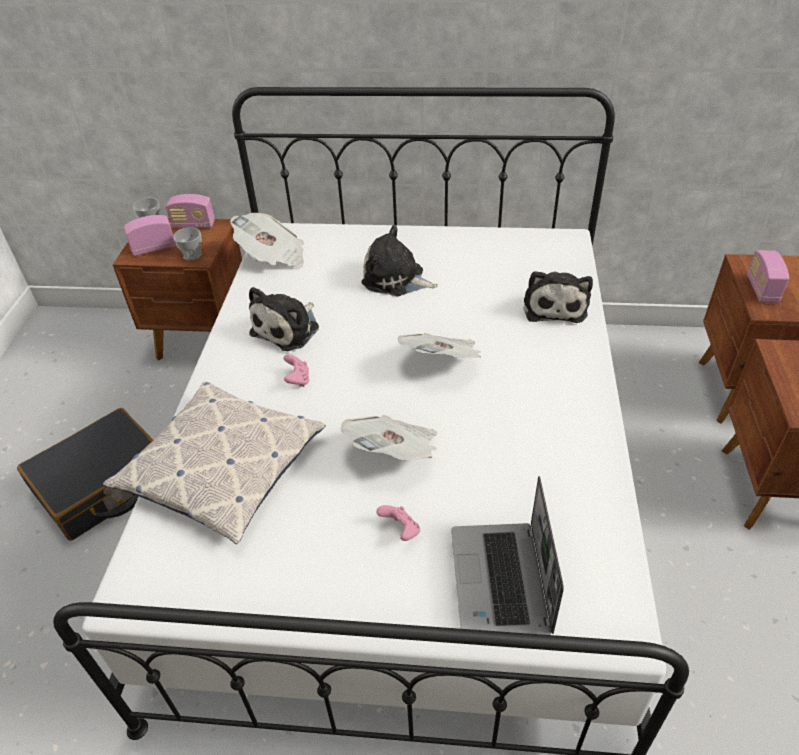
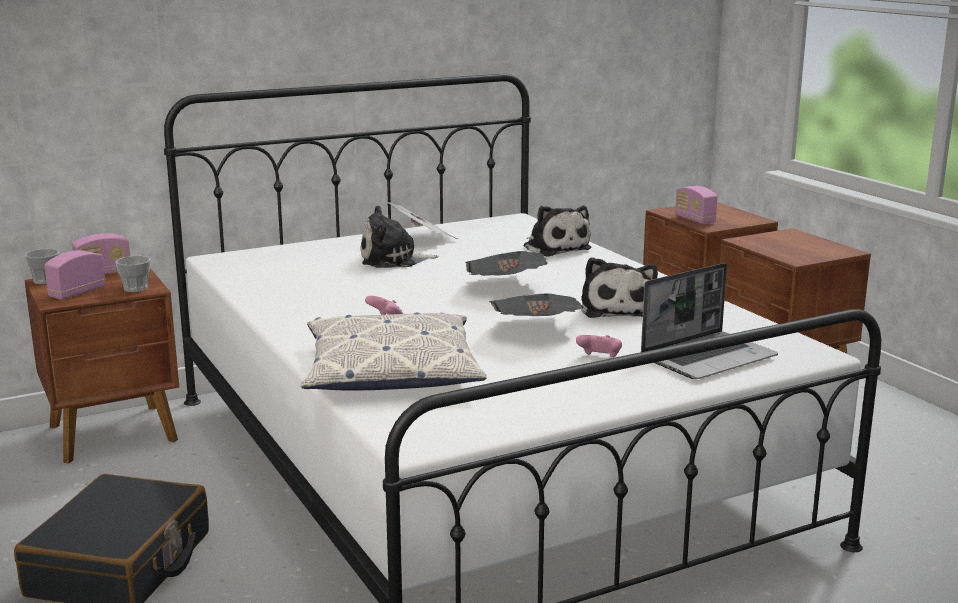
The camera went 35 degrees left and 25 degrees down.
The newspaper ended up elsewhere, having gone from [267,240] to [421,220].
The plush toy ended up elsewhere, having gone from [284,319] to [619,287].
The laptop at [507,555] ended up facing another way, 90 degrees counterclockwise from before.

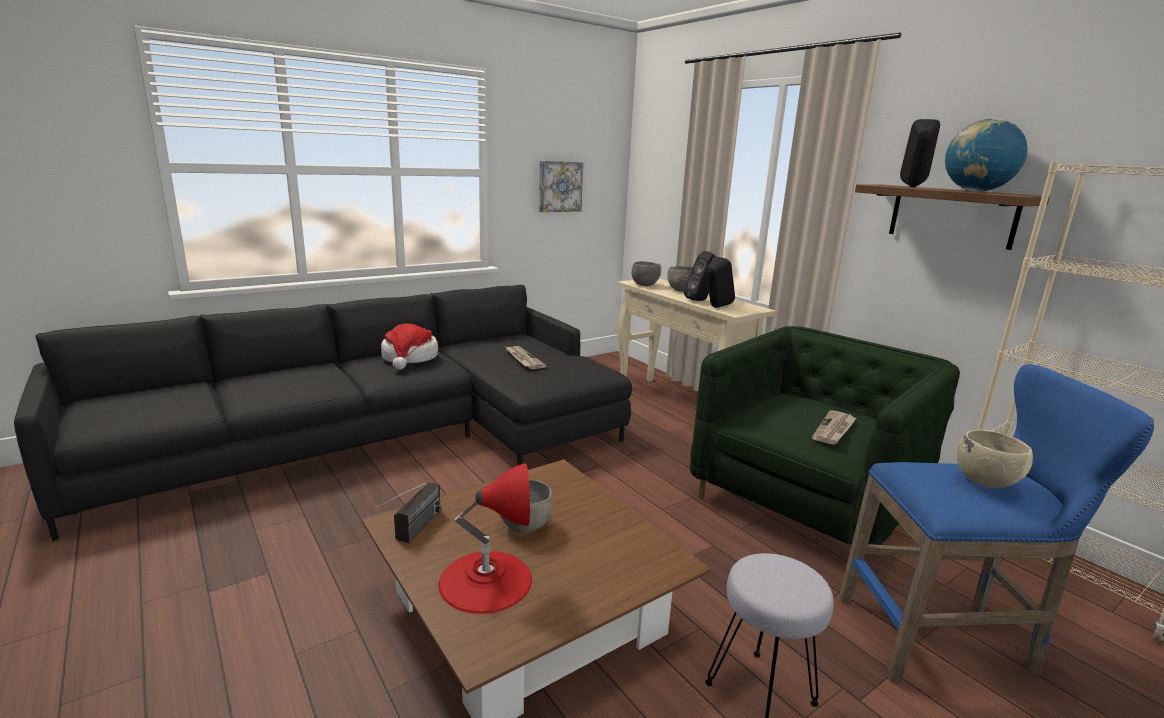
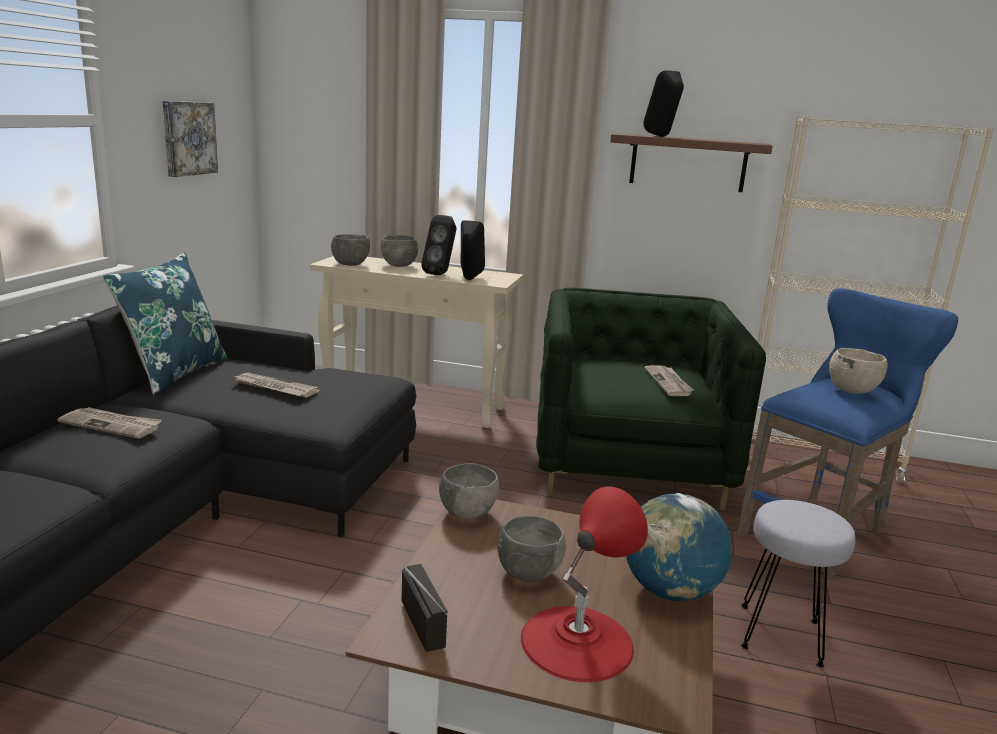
The camera went 40 degrees left and 0 degrees up.
Where the hat stood at [409,346], the newspaper came to stand at [110,423].
The second view gained the blue pillow at [164,324].
The second view gained the grey bowl at [469,491].
The globe ended up elsewhere, having gone from [986,155] to [679,547].

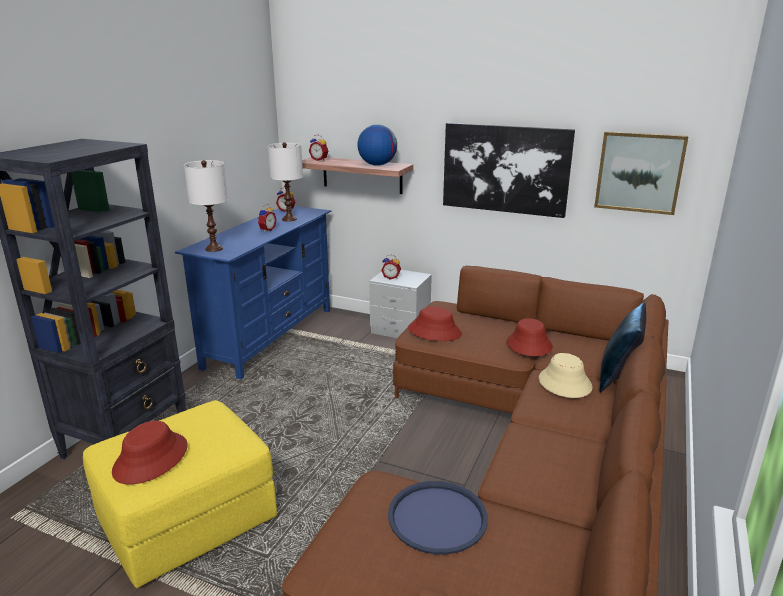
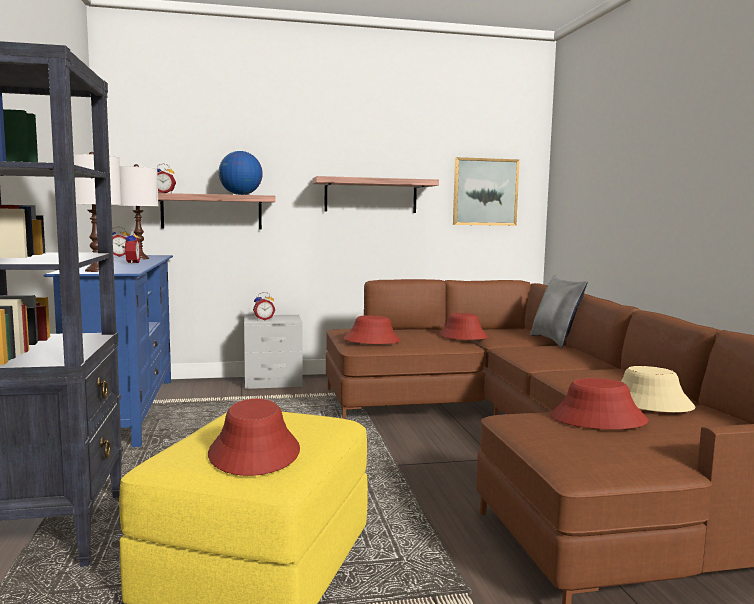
The camera went 35 degrees left and 15 degrees down.
Where the picture hung at [509,170], the shelf came to hang at [375,194].
What was the blue pillow at [622,348] turned into the grey pillow at [559,311].
Where the blue tray stood at [438,518], the red hat came to stand at [599,403].
The beige hat ended up elsewhere, having gone from [565,375] to [658,389].

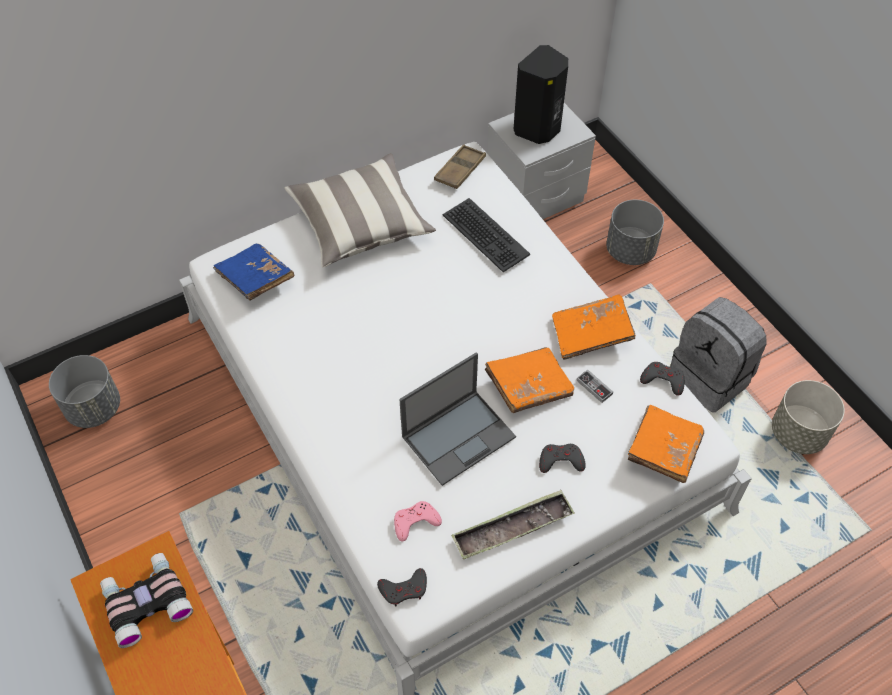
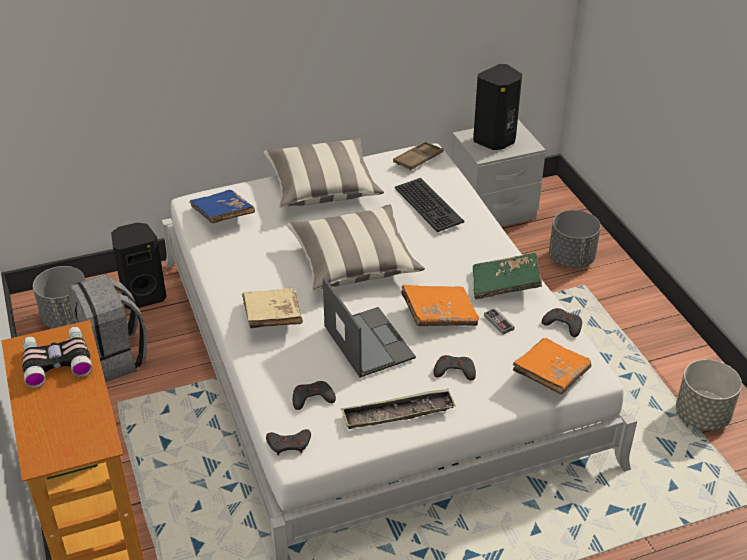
The camera went 10 degrees right and 15 degrees down.
The grey backpack ended up elsewhere, having gone from [718,354] to [107,328].
The second view gained the black speaker at [139,266].
The second view gained the beige book at [272,308].
The second view gained the pillow at [355,248].
What was the pink game controller at [418,521] turned into the grey game controller at [314,395].
The laptop at [457,419] ended up facing another way, 90 degrees counterclockwise from before.
What was the orange book at [594,327] turned into the green book at [507,276].

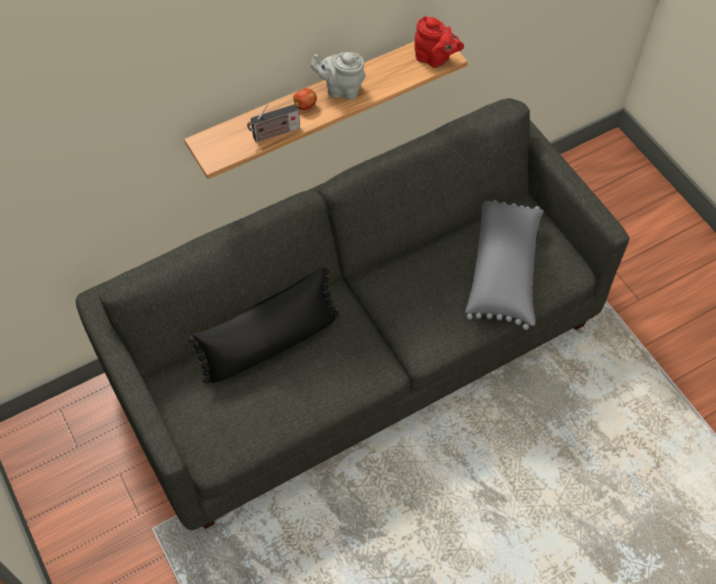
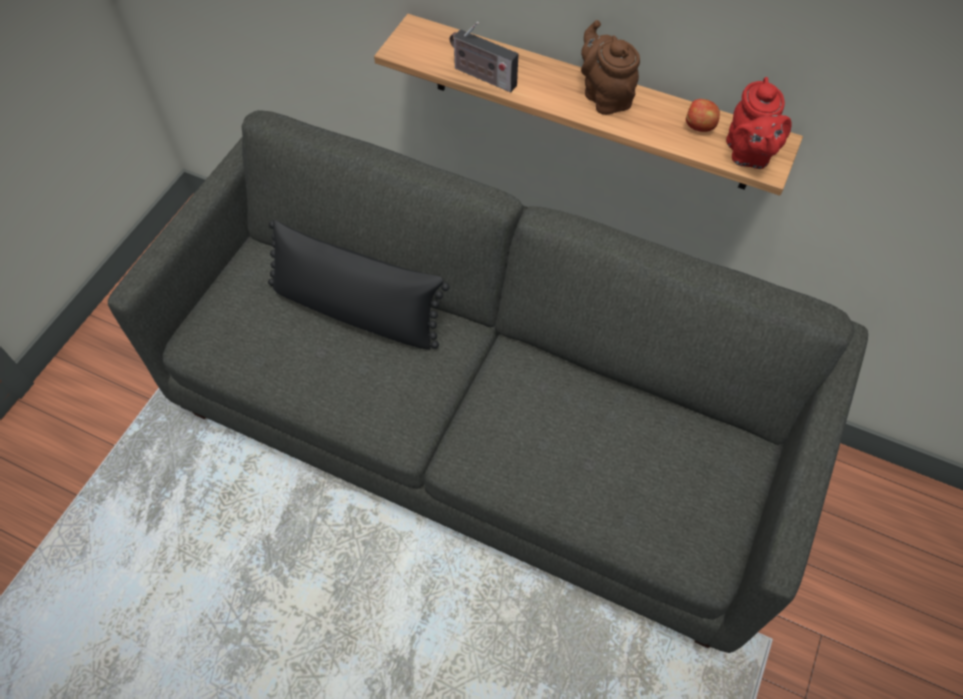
The camera went 55 degrees right and 0 degrees up.
What was the grey teapot at [338,76] turned into the brown teapot at [610,67].
The apple ended up elsewhere, having gone from [305,99] to [703,115].
The second view lost the grey pillow at [504,265].

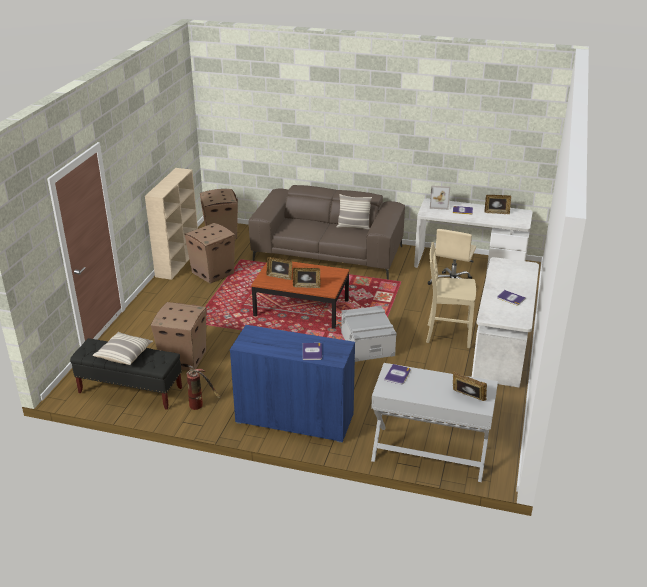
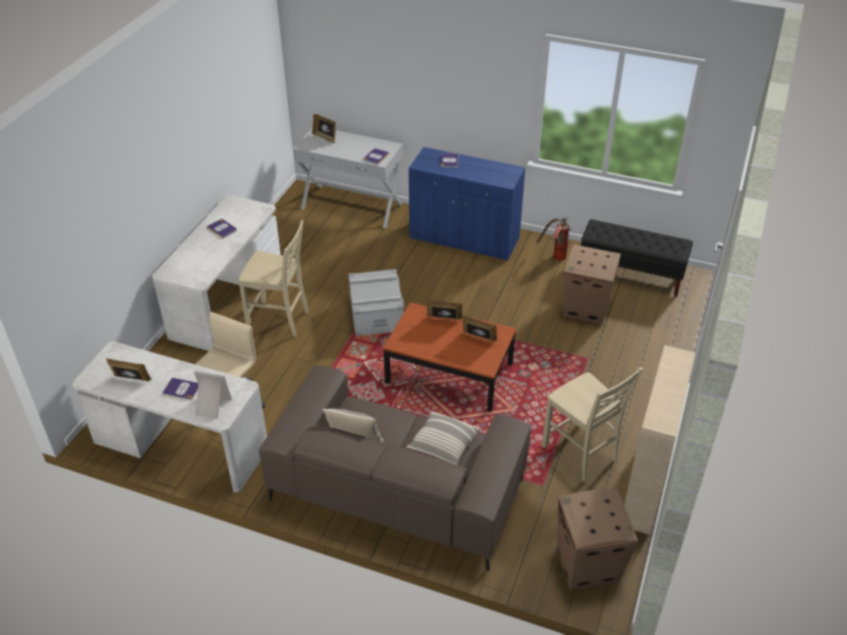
The camera went 175 degrees left and 10 degrees up.
The pillow ended up elsewhere, having gone from [123,348] to [444,438].
Where the cardboard box stood at [209,253], the beige chair came to stand at [592,424].

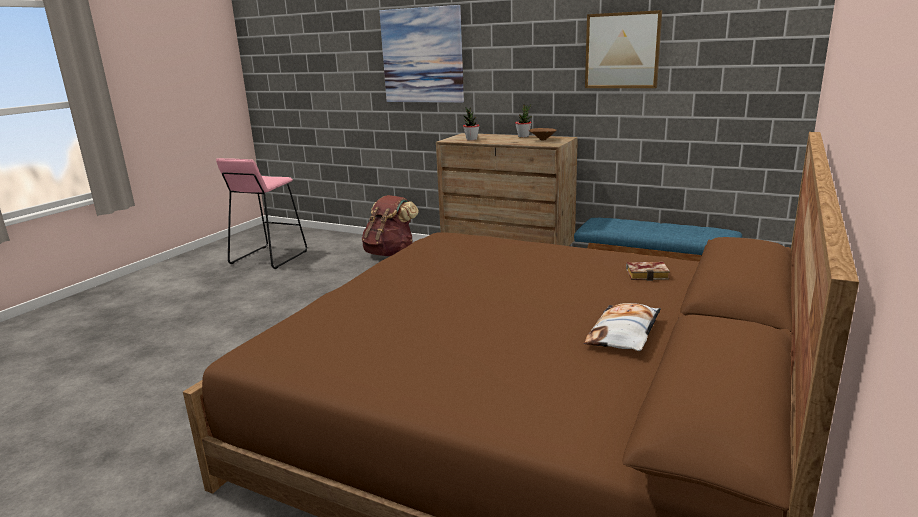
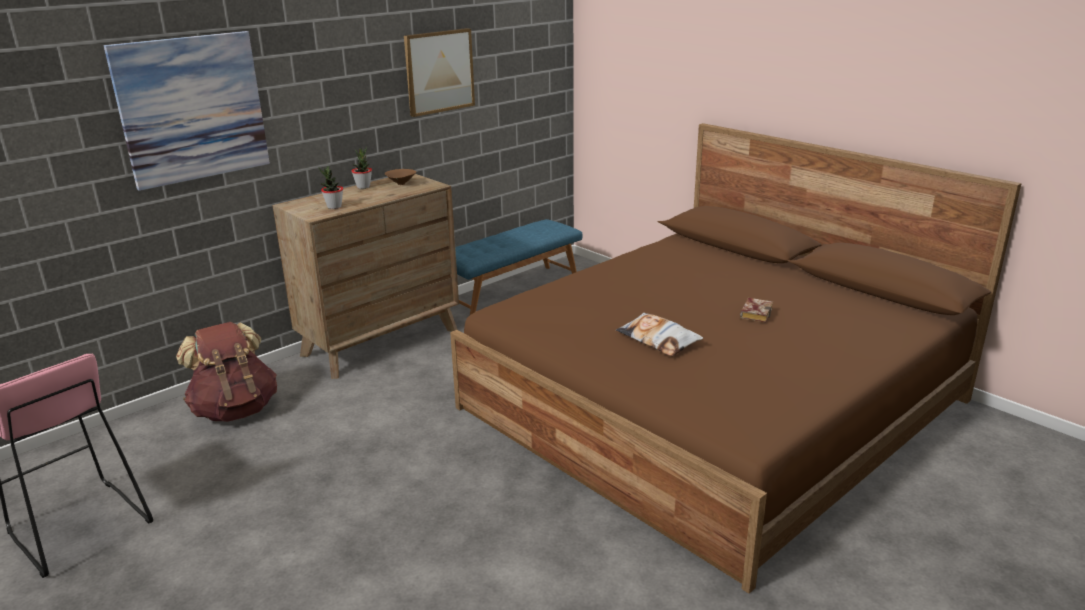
The camera went 70 degrees left and 5 degrees up.
The pillow ended up elsewhere, having gone from [622,327] to [659,334].
The book ended up elsewhere, having gone from [648,271] to [756,310].

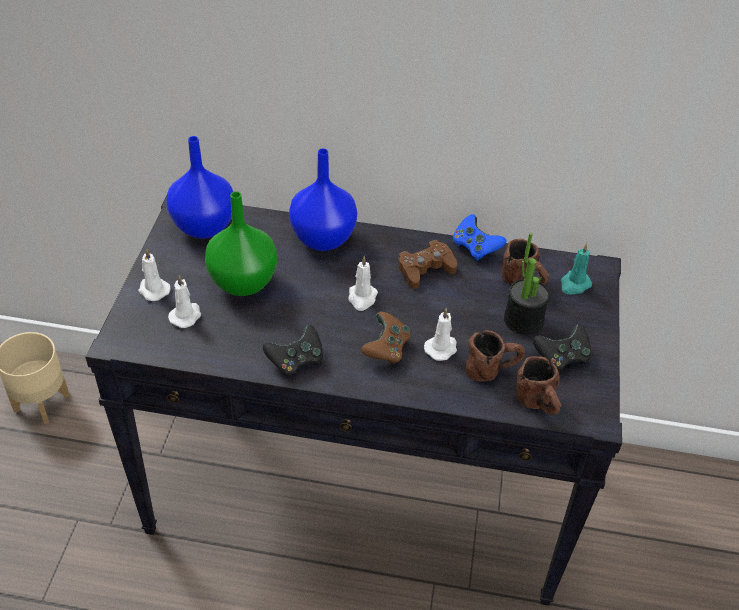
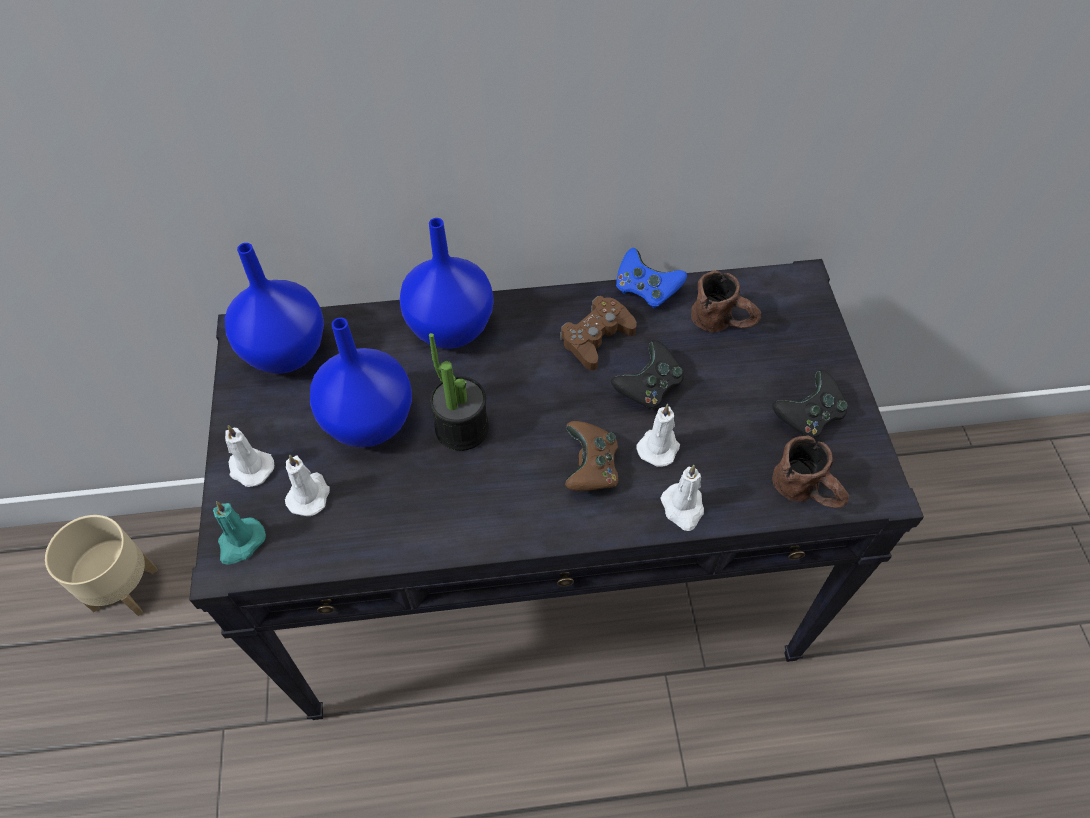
The camera went 15 degrees left and 10 degrees up.
The turquoise candle ended up elsewhere, having gone from [576,268] to [239,533].
What was the green vase at [241,243] turned into the blue vase at [361,382].
The potted plant ended up elsewhere, having gone from [527,284] to [459,392].
The black game controller ended up elsewhere, having gone from [293,350] to [647,375].
The white candle ended up elsewhere, having gone from [363,283] to [682,498].
The second view lost the brown mug at [495,356].

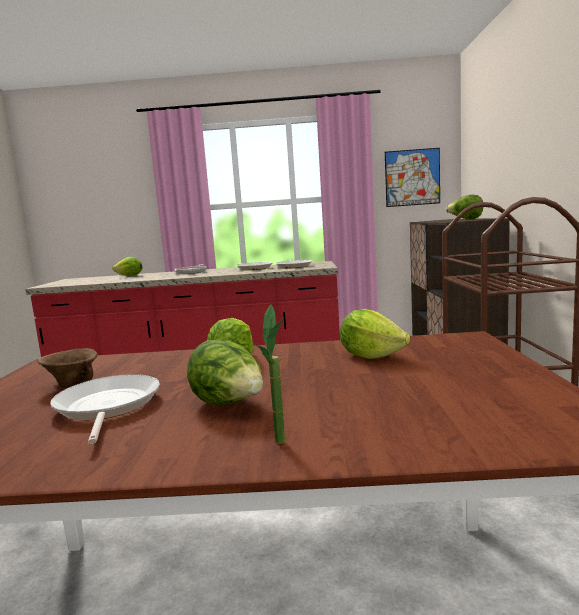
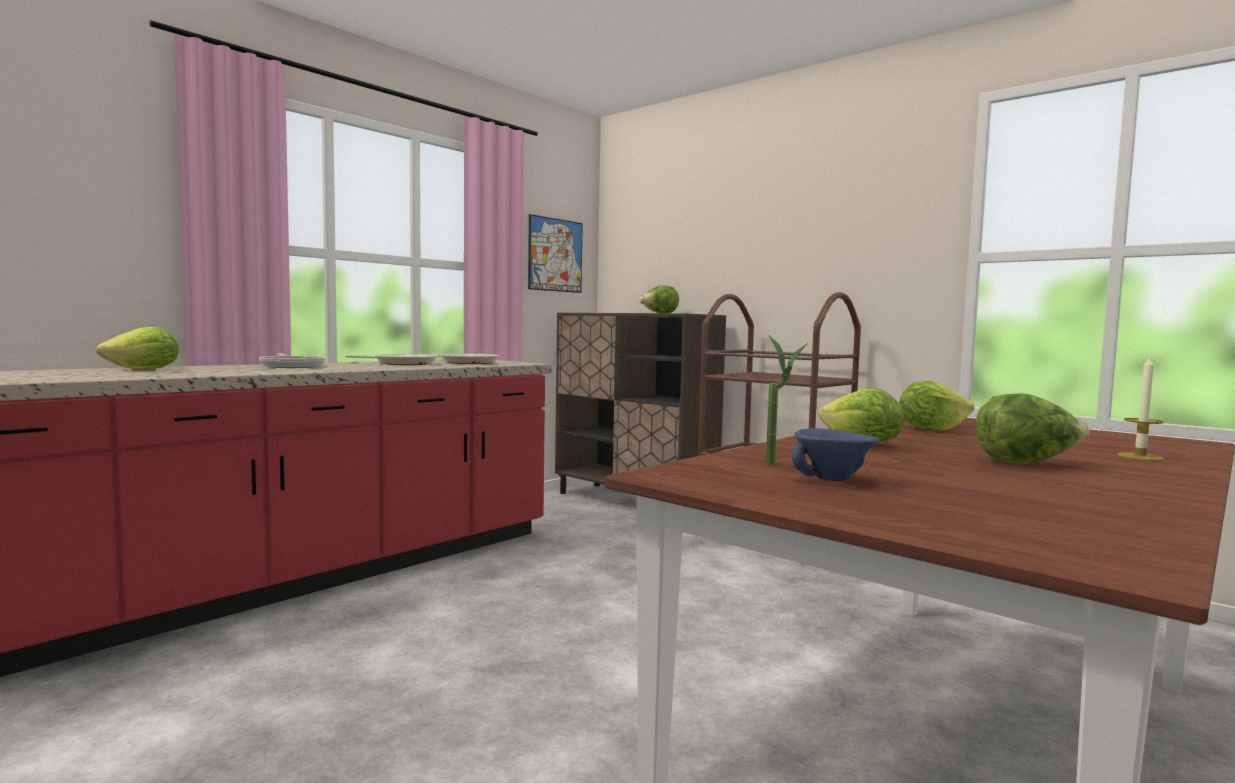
The camera went 50 degrees left and 5 degrees down.
The potted plant ended up elsewhere, having gone from [270,374] to [787,400].
What was the brown bowl at [68,367] turned into the blue bowl at [836,454].
The second view gained the candle at [1140,408].
The second view lost the frying pan at [105,409].

